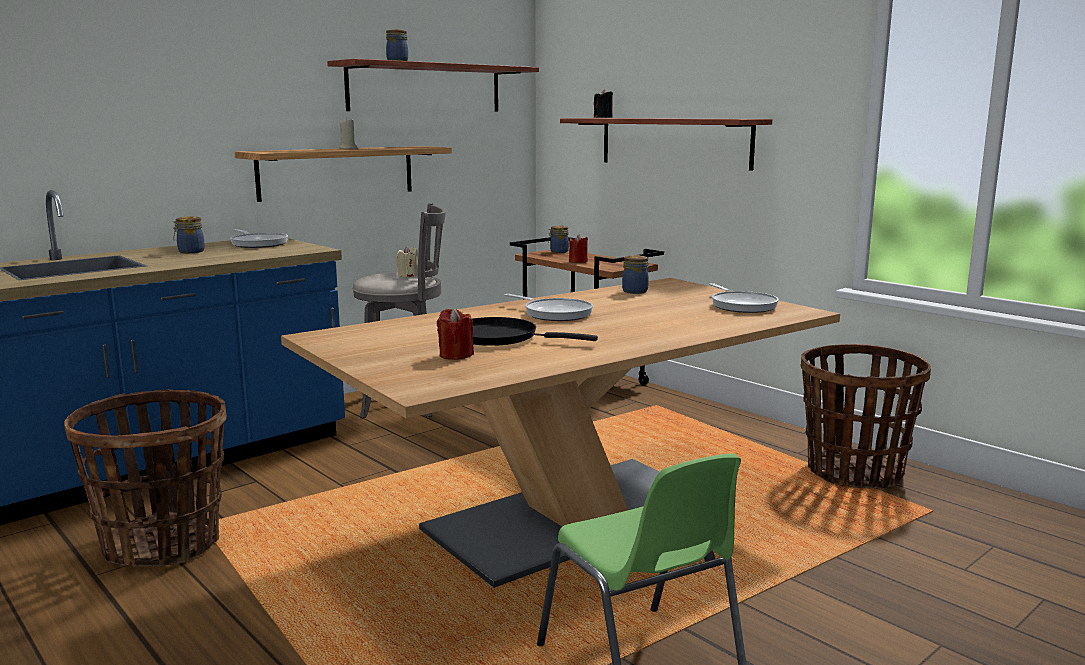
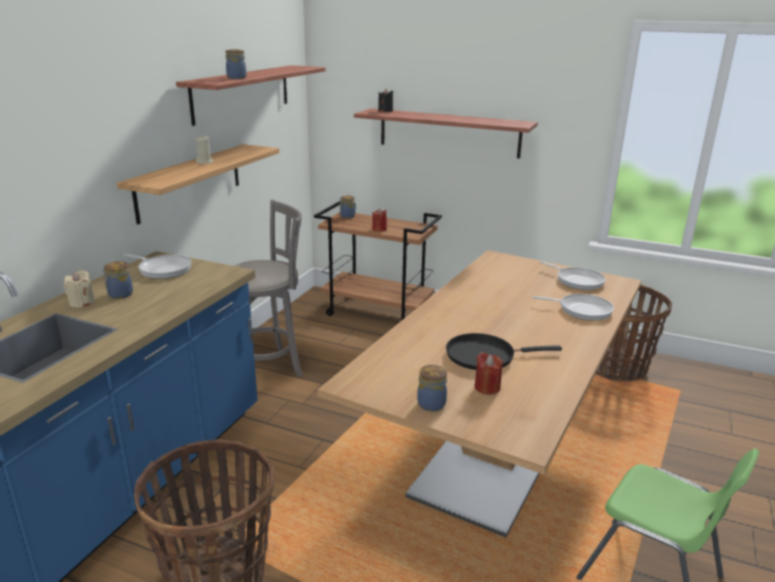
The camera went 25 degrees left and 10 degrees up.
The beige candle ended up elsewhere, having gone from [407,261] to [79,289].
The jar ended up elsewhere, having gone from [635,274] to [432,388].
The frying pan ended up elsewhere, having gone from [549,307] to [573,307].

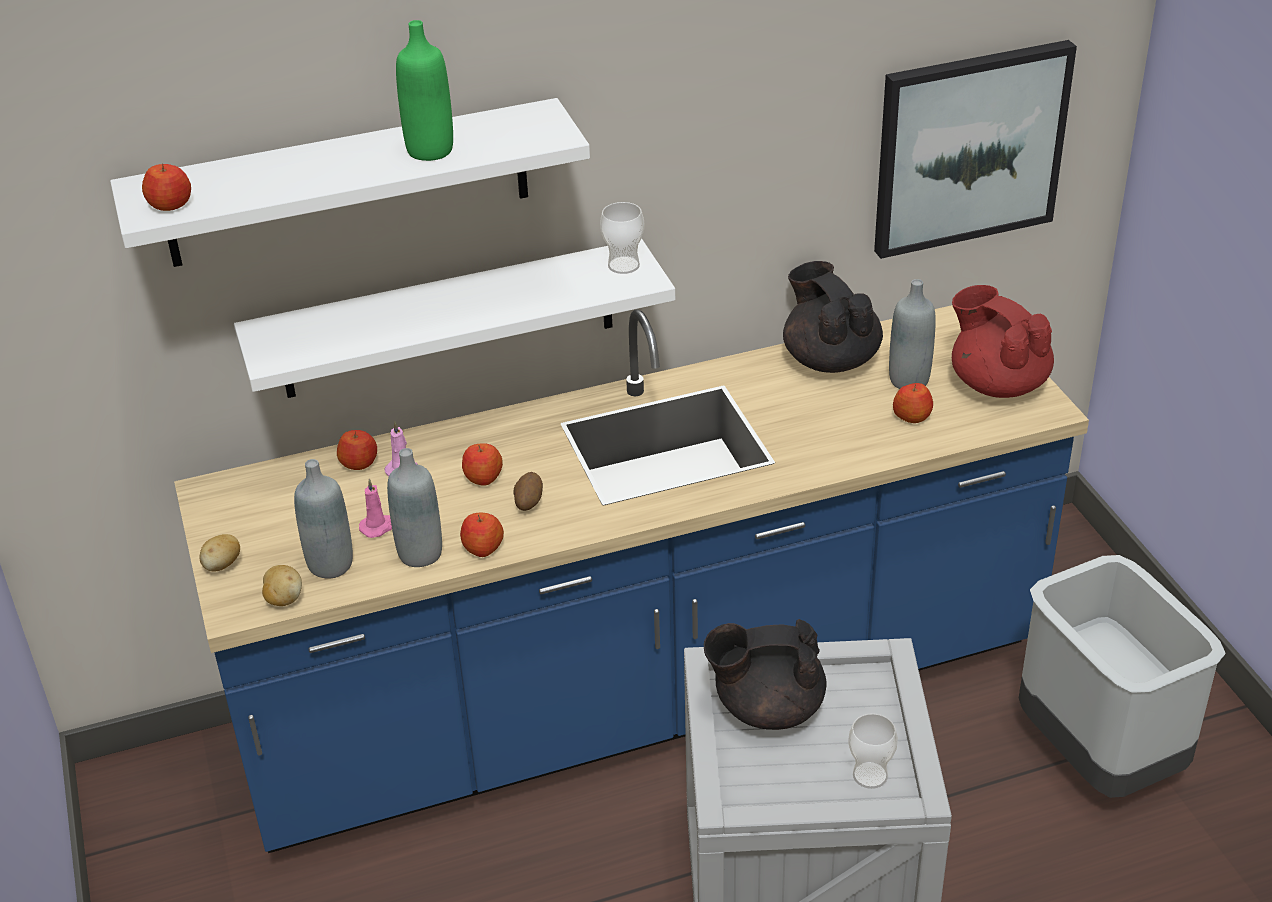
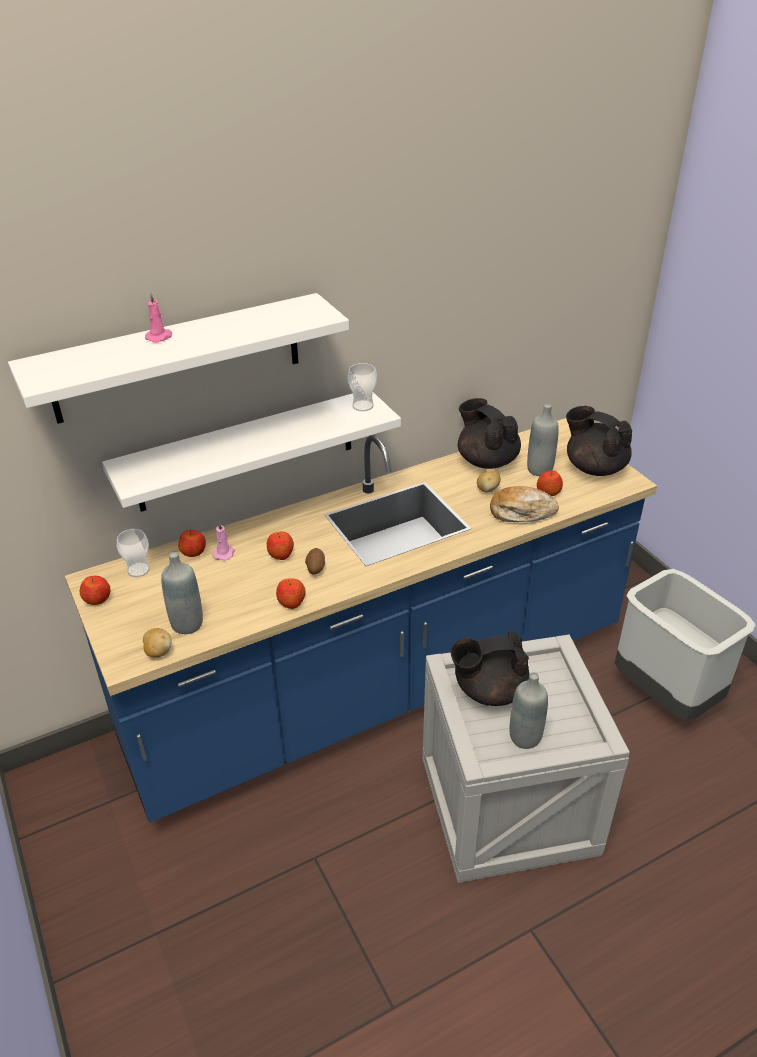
The camera went 10 degrees left and 0 degrees up.
The apple ended up elsewhere, having gone from [166,187] to [95,590].
The cup ended up elsewhere, having gone from [873,751] to [133,553].
The pink candle ended up elsewhere, having gone from [375,508] to [158,318].
The potato ended up elsewhere, having gone from [220,552] to [489,482].
The second view gained the bread at [524,504].
The grey bottle ended up elsewhere, having gone from [414,507] to [529,710].
What was the red teapot at [1003,341] turned into the black teapot at [599,441].
The second view lost the green bottle at [424,90].
The second view lost the picture at [975,149].

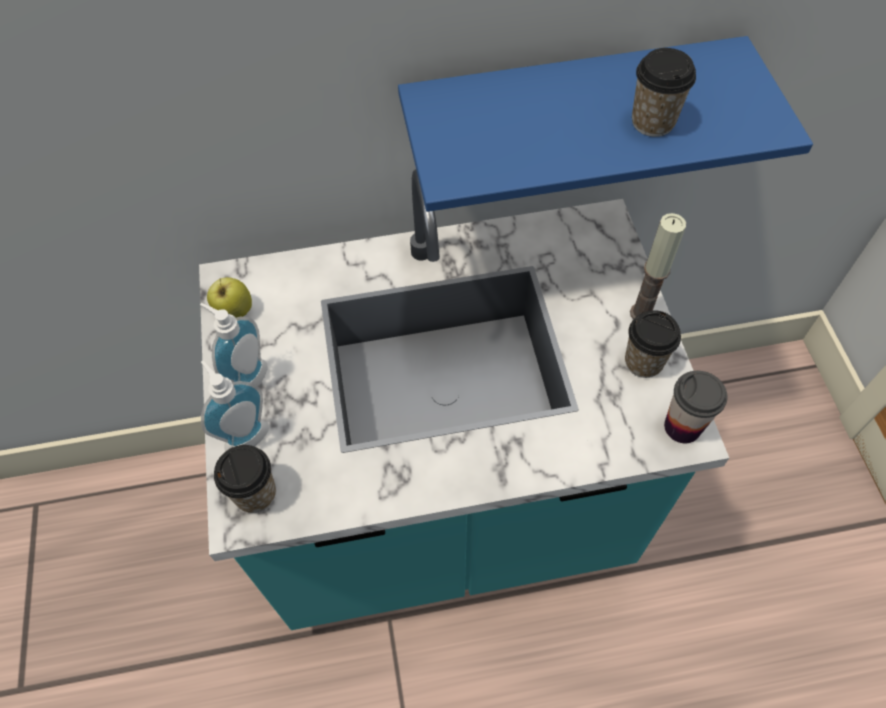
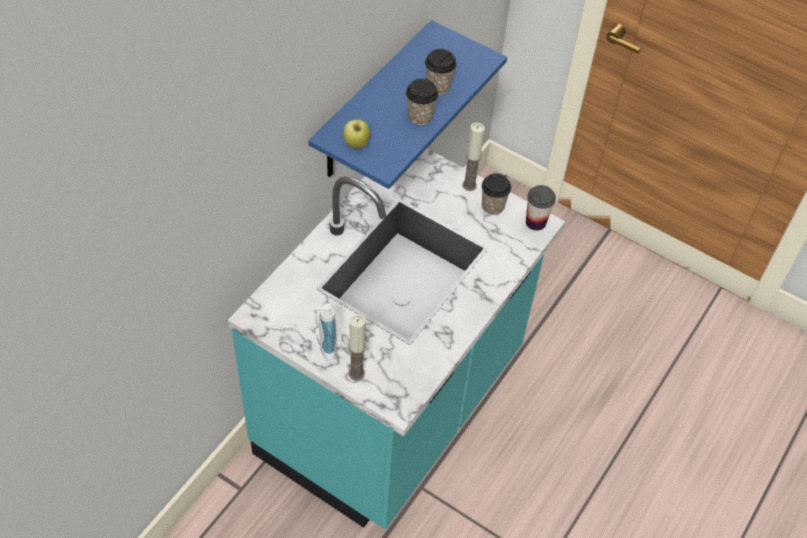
The camera went 50 degrees left and 5 degrees down.
The apple ended up elsewhere, having gone from [229,297] to [356,134].
Where the soap dispenser stood at [235,406], the candle came to stand at [357,347].
The cup ended up elsewhere, having gone from [245,479] to [422,102].

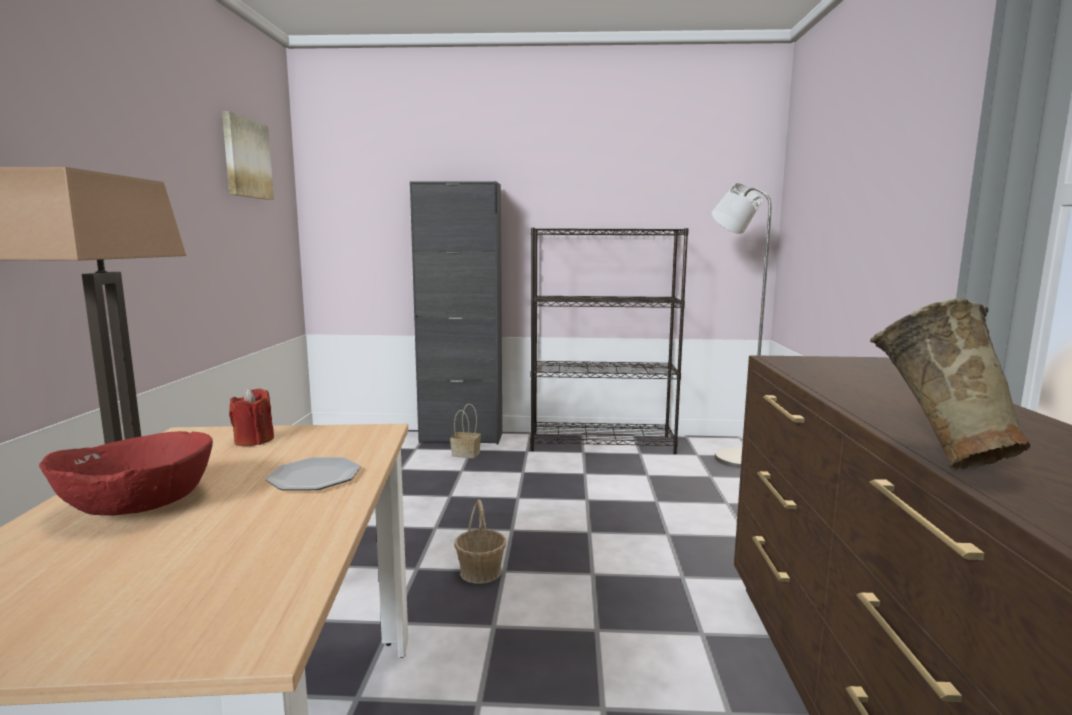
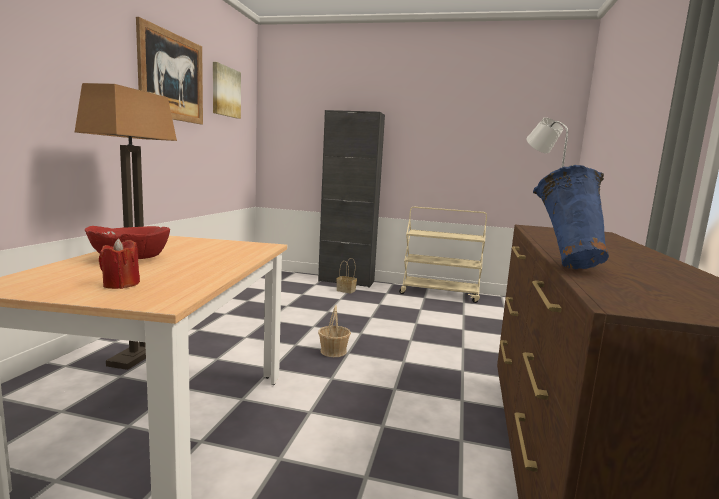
The camera went 10 degrees right and 0 degrees up.
The red candle ended up elsewhere, having gone from [251,417] to [119,264].
The second view gained the picture at [169,70].
Where the black bookcase stood at [609,341], the beige cart came to stand at [443,255].
What was the beige vase at [950,383] turned into the blue vase at [571,217].
The second view lost the plate at [313,473].

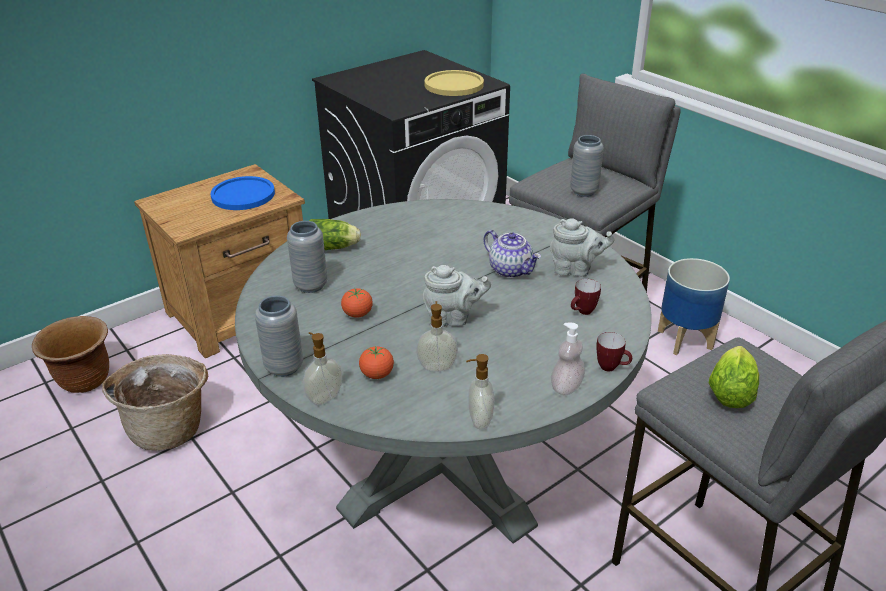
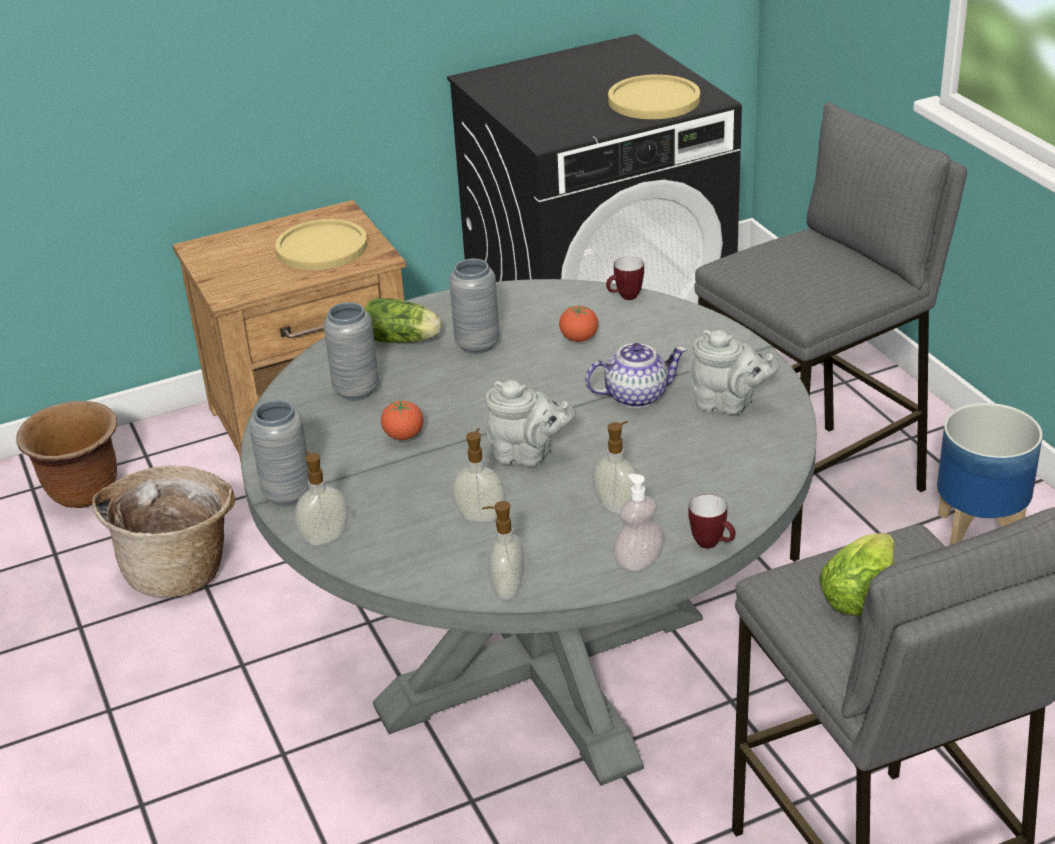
The camera went 15 degrees right and 0 degrees up.
What was the blue plate at [243,193] turned into the yellow plate at [321,244].
The grey vase ended up elsewhere, having gone from [587,166] to [474,306].
The tomato ended up elsewhere, having gone from [376,362] to [578,323].
The teapot at [512,254] ended up facing another way, 75 degrees counterclockwise from before.
The second view gained the soap dispenser at [614,468].
The mug ended up elsewhere, having gone from [586,297] to [625,278].

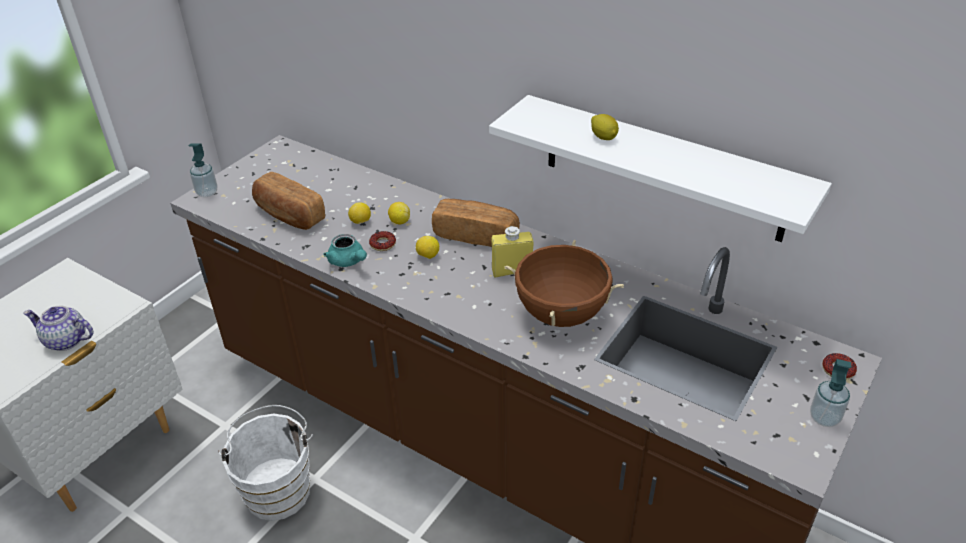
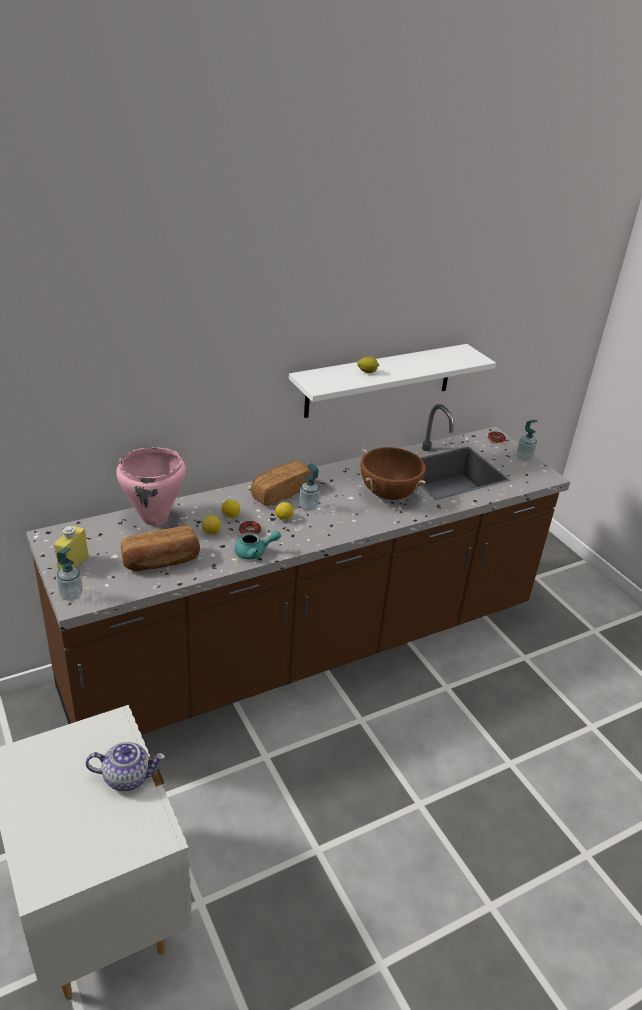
The camera went 65 degrees left and 5 degrees down.
The yellow bottle ended up elsewhere, having gone from [512,251] to [71,548].
The teapot at [58,328] ended up facing another way, 135 degrees counterclockwise from before.
The second view gained the pink cooking pot at [151,486].
The second view gained the soap dispenser at [309,487].
The second view lost the white bucket at [265,463].

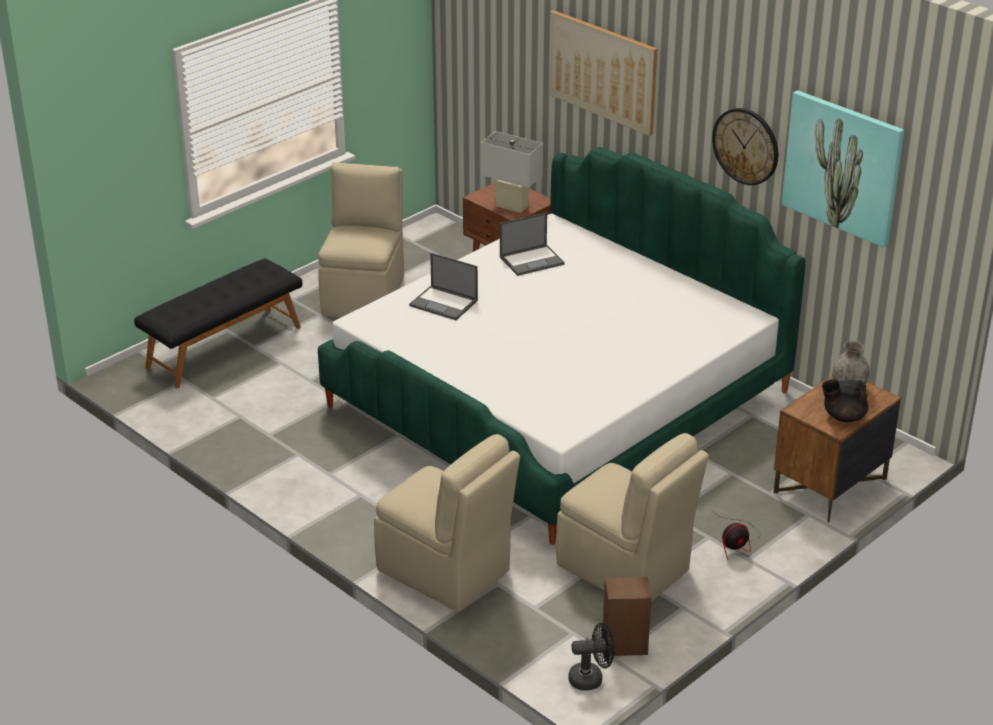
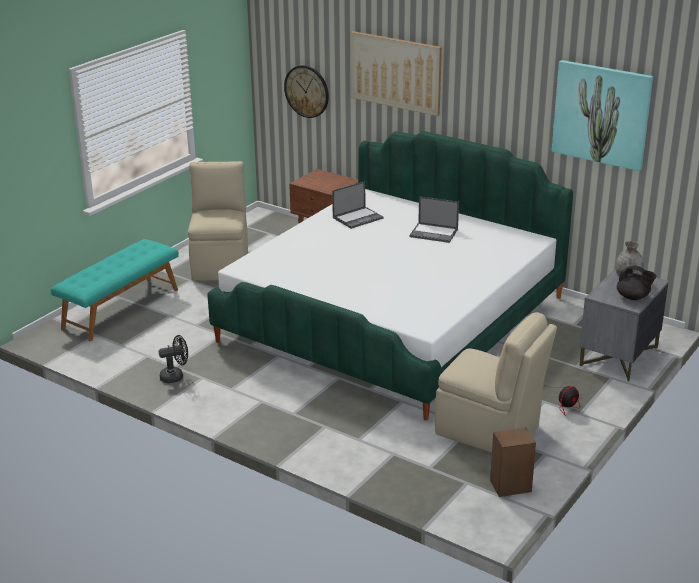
The camera went 10 degrees left and 5 degrees down.
What was the black bench at [218,323] turned into the turquoise bench at [115,290].
The black fan ended up elsewhere, having gone from [591,656] to [173,359].
The wall clock ended up elsewhere, having gone from [745,146] to [306,91].
The laptop ended up elsewhere, having gone from [443,286] to [434,219].
What was the brown nightstand at [837,449] turned into the grey nightstand at [624,325].
The black teapot at [845,400] ended up facing another way, 135 degrees counterclockwise from before.
The second view lost the beige chair at [447,523].
The second view lost the white table lamp at [512,172].

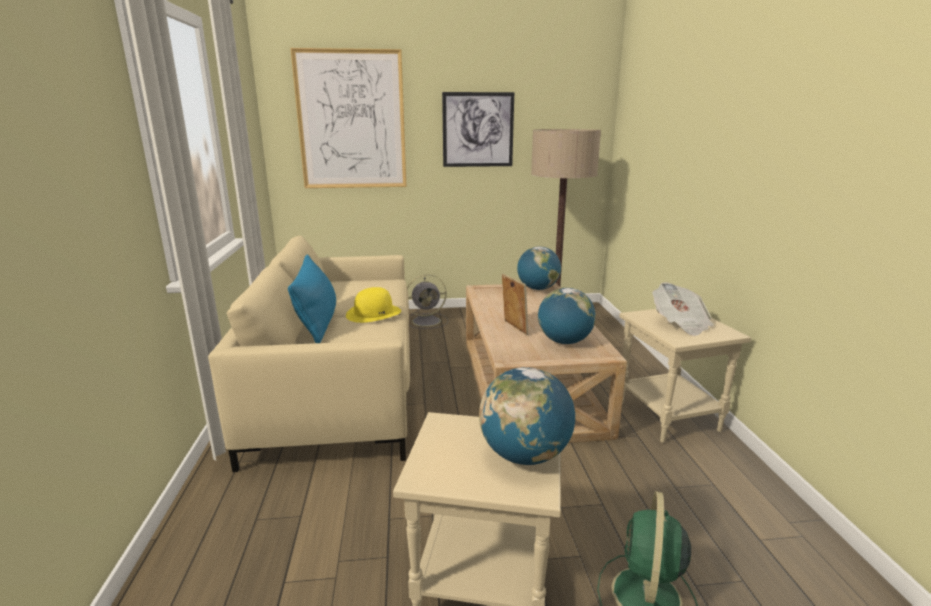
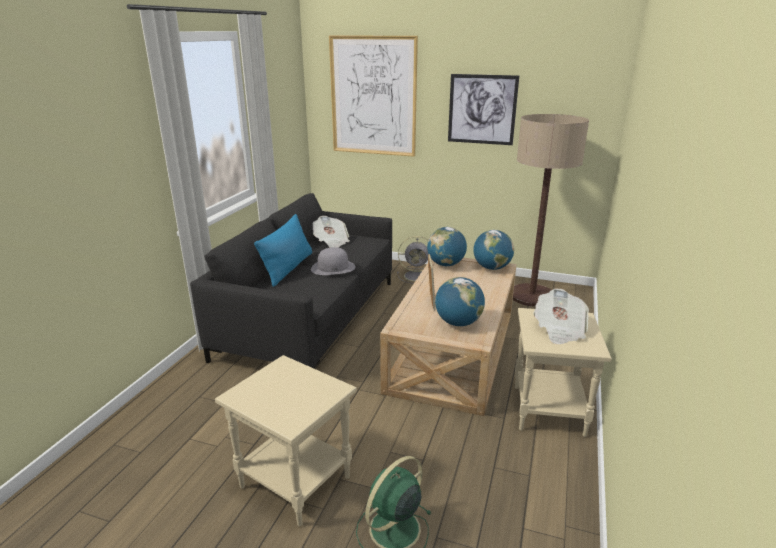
The camera went 25 degrees right and 5 degrees up.
What was the beige sofa at [309,354] turned into the black sofa at [291,280].
What was the yellow hat at [373,305] turned into the grey hat at [333,261].
The second view gained the newspaper at [331,232].
The globe ended up elsewhere, having gone from [527,416] to [447,246].

